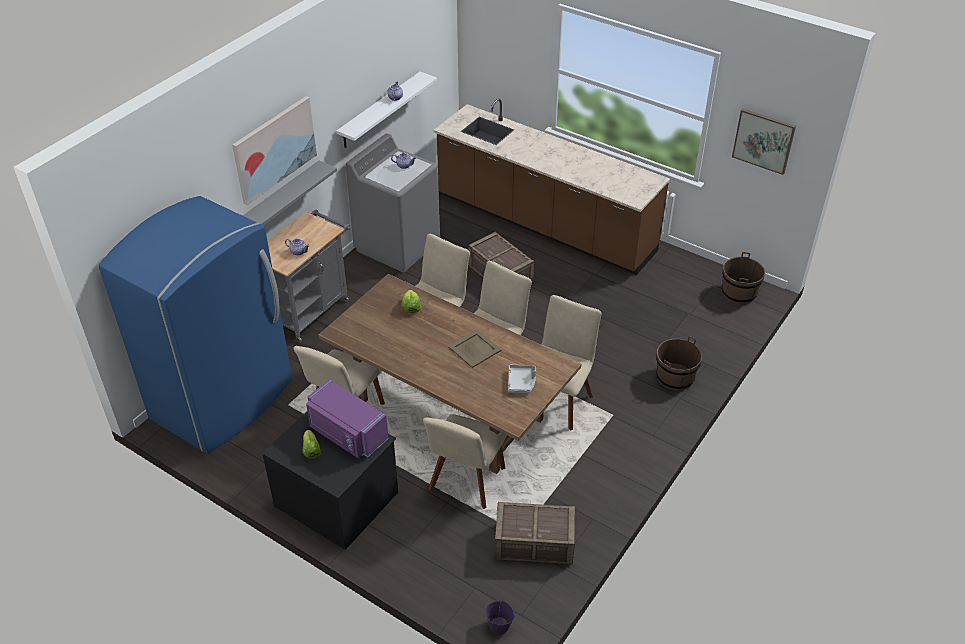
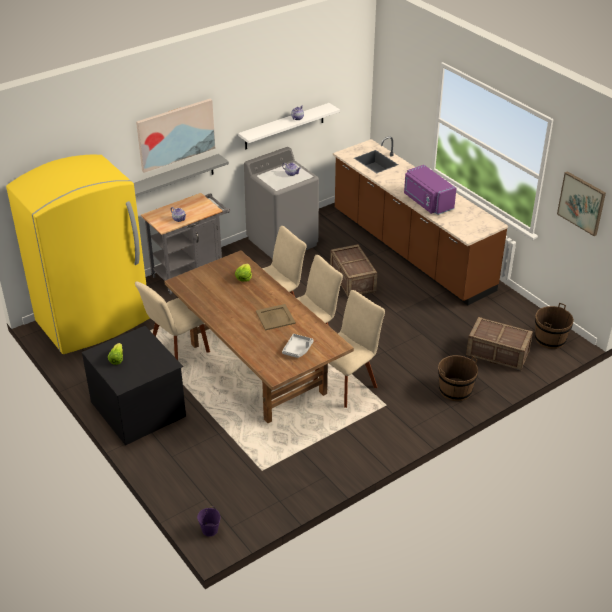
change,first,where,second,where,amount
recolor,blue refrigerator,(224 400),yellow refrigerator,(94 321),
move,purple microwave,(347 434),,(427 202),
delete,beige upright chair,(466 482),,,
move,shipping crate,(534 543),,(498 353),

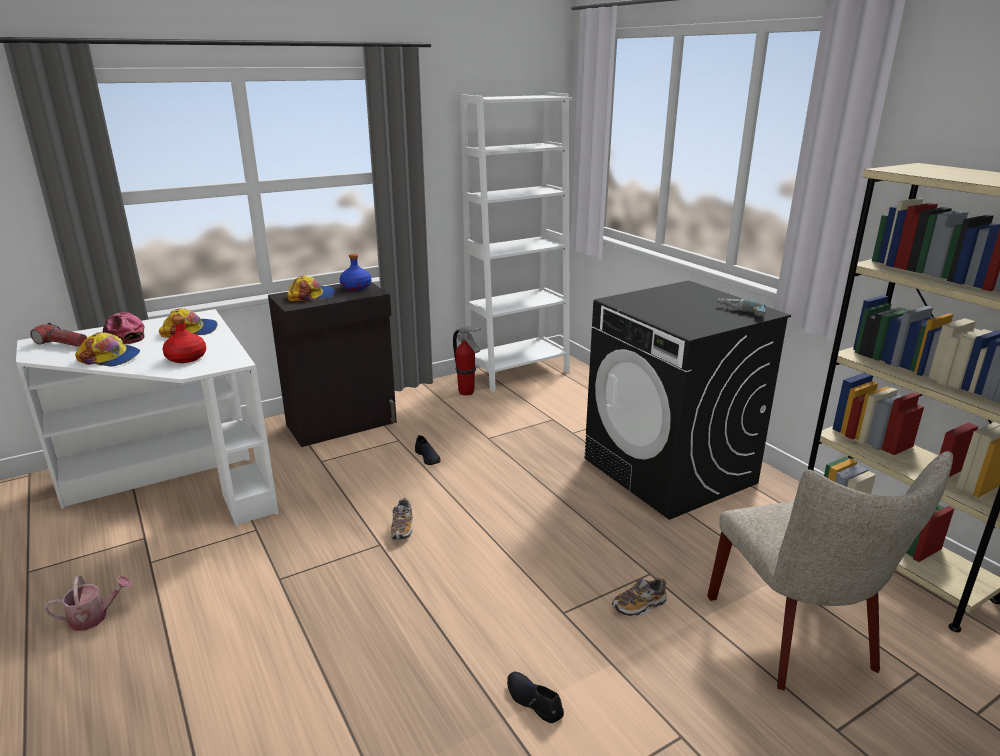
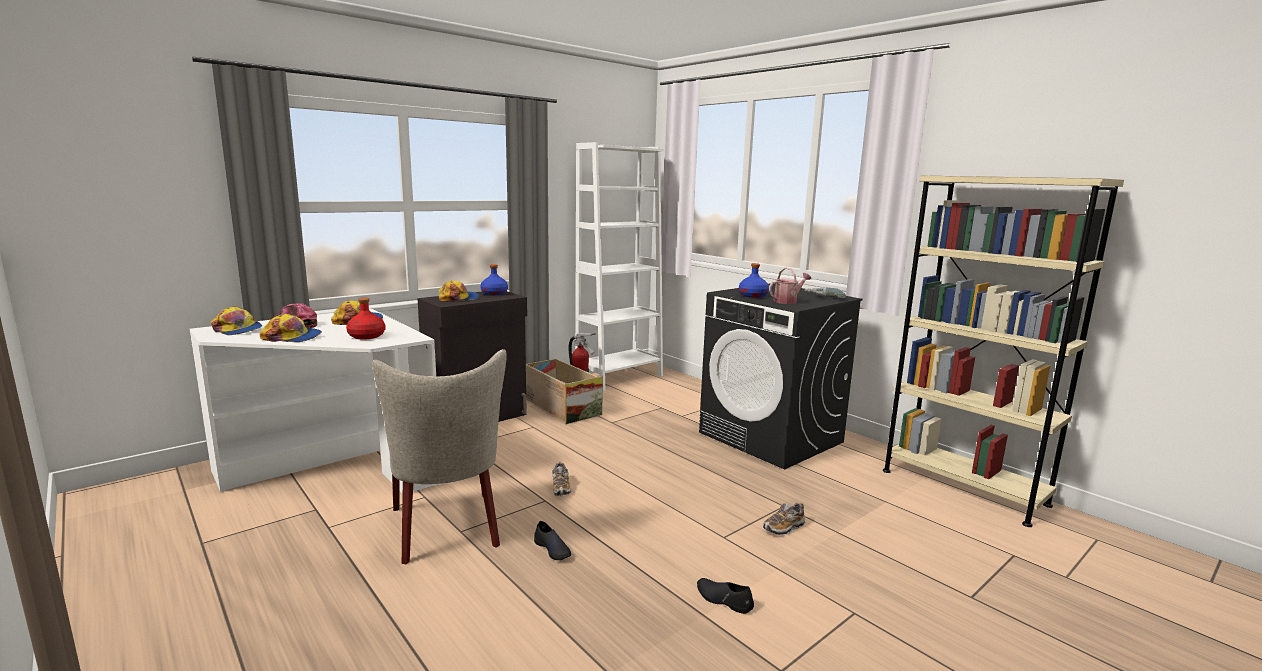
change,first,where,second,where,amount
replace,hand torch,(62 344),baseball cap,(237 330),
move,watering can,(94 617),,(787 301),
move,black-coloured low shoe,(428 457),,(553 549),
move,beige upright chair,(797 638),,(447 530),
insert,,,shipping crate,(560 406),
insert,,,blue beverage bottle,(753 295),

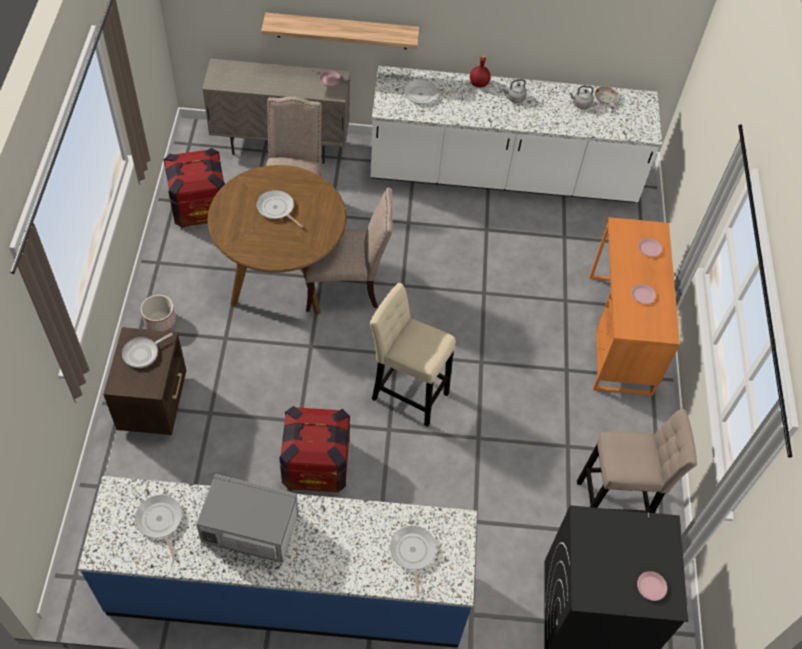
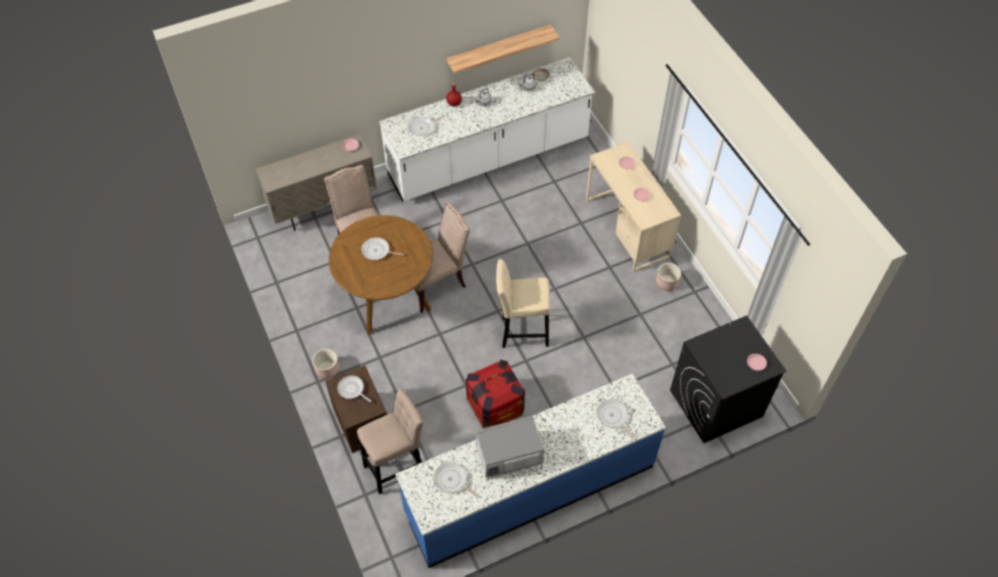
change,first,where,second,where,amount
rotate,skillet,(143 353),,(352 389),105 degrees clockwise
delete,shipping crate,(199 207),,,
move,wall shelf,(342 31),,(499 49),
move,beige stool,(617 502),,(397 466),
recolor,orangey desk,(619 333),beige desk,(627 228),
insert,,,planter,(667 282),

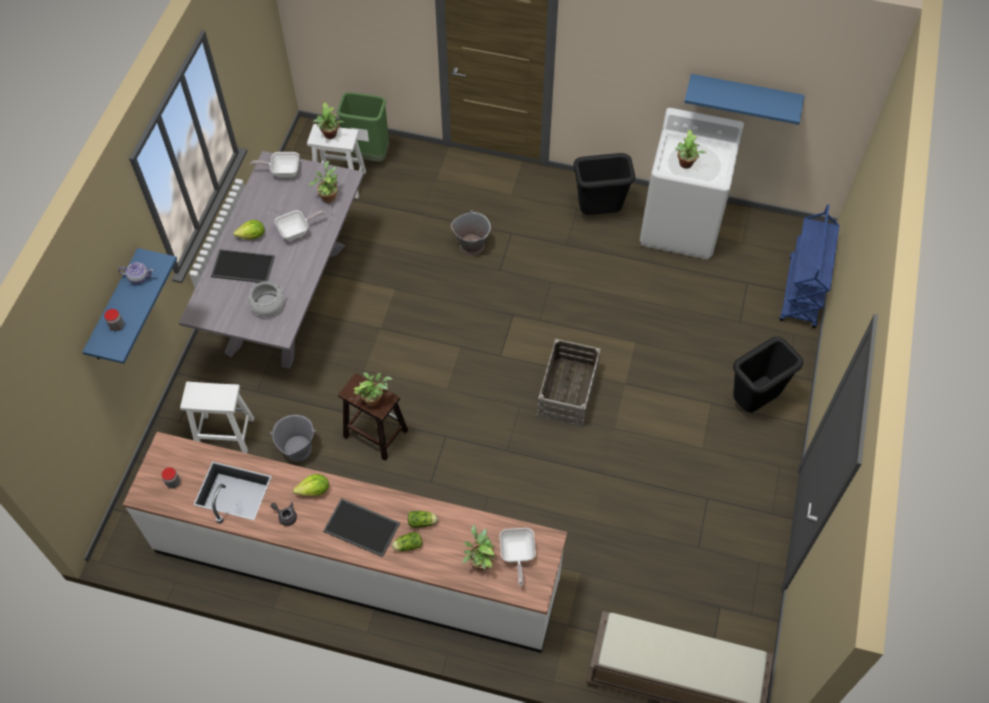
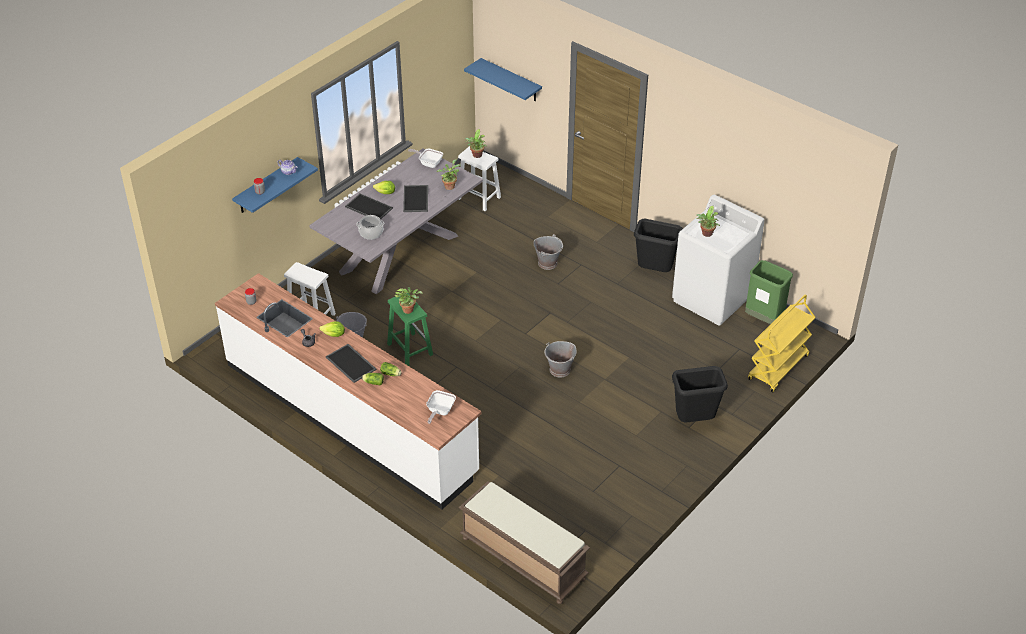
change,first,where,second,where,amount
replace,skillet,(297 231),serving tray,(416 199),
move,green rubbish bin,(368 156),,(764 319),
recolor,brown stool,(374 433),green stool,(409 349),
delete,potted plant,(480 561),,,
replace,shipping crate,(568 391),greyish water bucket,(560 370),
move,blue wall shelf,(744 94),,(511 80),
recolor,blue trolley,(802 293),yellow trolley,(778 368),

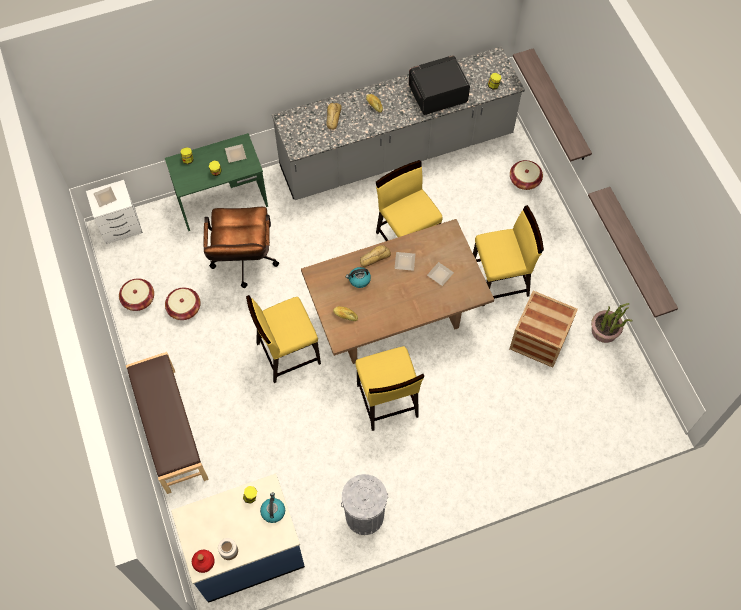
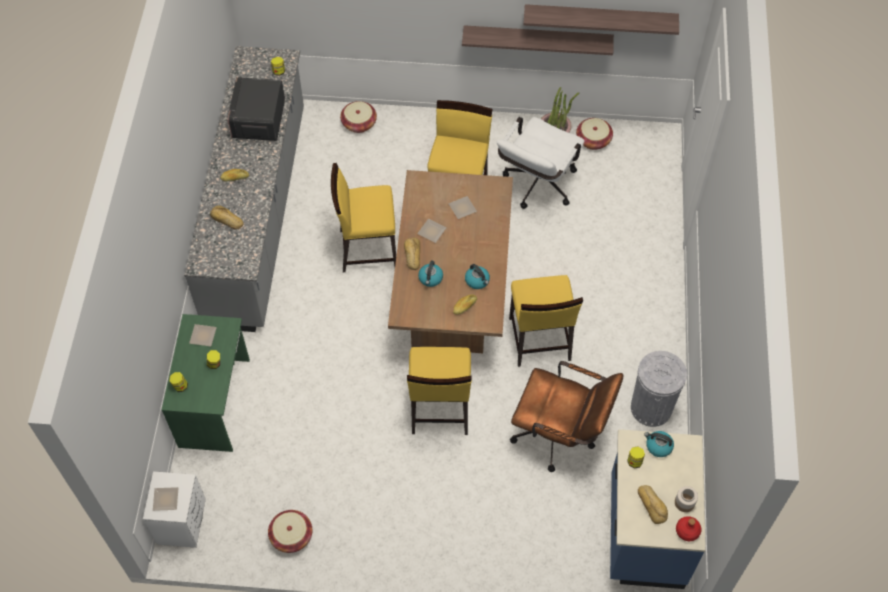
change,first,where,second,where,amount
delete,brown indoor bench,(170 430),,,
move,storage basket,(184 308),,(593 140),
move,brown desk chair,(244 263),,(560 436),
rotate,yellow upright chair,(387 401),,(539 339),75 degrees clockwise
replace,shipping crate,(539 339),white-coloured desk chair,(536 187),
move,wall shelf,(560 106),,(600 18),
insert,,,water kettle,(477 281),
insert,,,baked bread,(652 505),

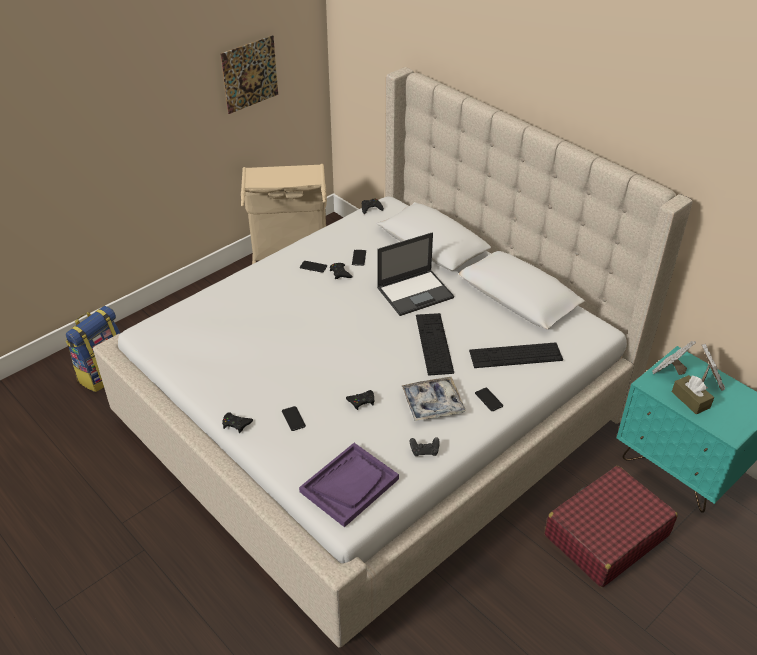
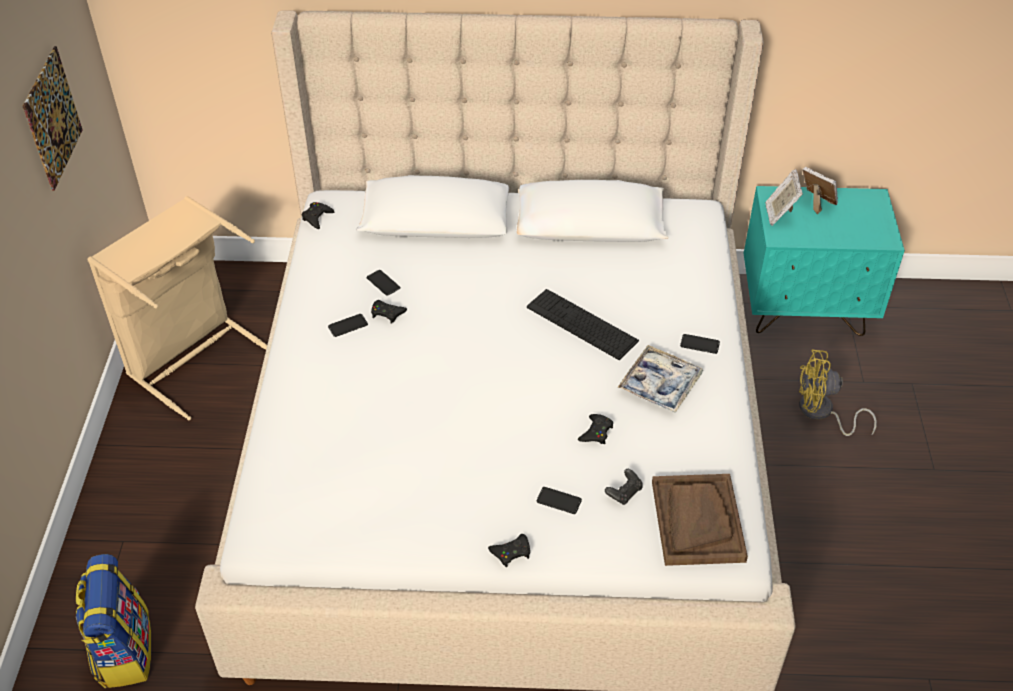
change,first,where,second,where,amount
recolor,purple serving tray,(349 485),brown serving tray,(697 521),
delete,portable computer,(415 292),,,
move,black-coloured game controller,(424 451),,(624 492),
delete,computer keyboard,(515 355),,,
replace,reddish piece of luggage,(606 535),yellow electric fan,(821 413),
delete,brown tissue box,(690 400),,,

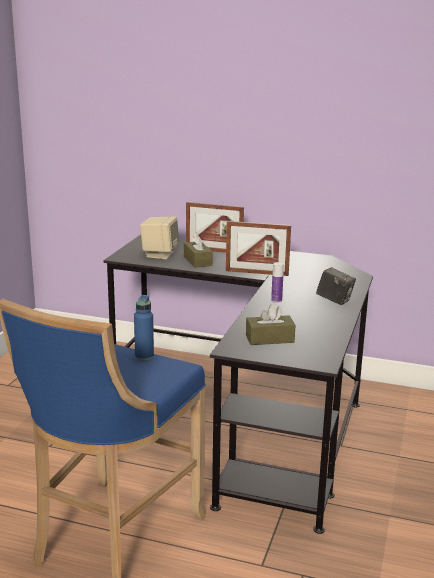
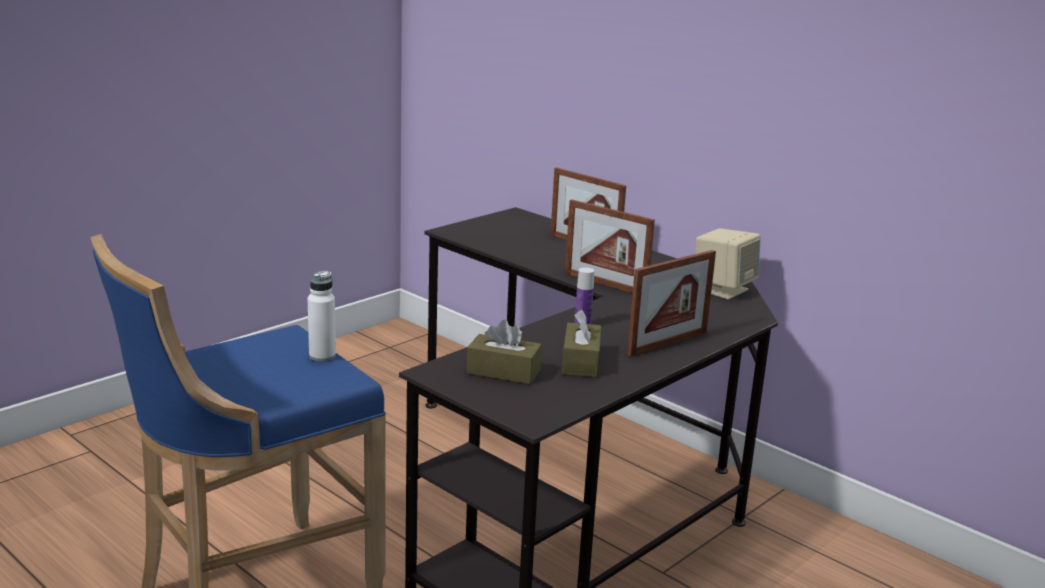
change,first,where,second,where,amount
recolor,blue beverage bottle,(144 356),white-coloured beverage bottle,(322 356),
move,beige loudspeaker,(159 254),,(723 289),
move,brown tissue box,(197 261),,(581 362),
replace,still camera,(334 300),picture frame,(667 343),

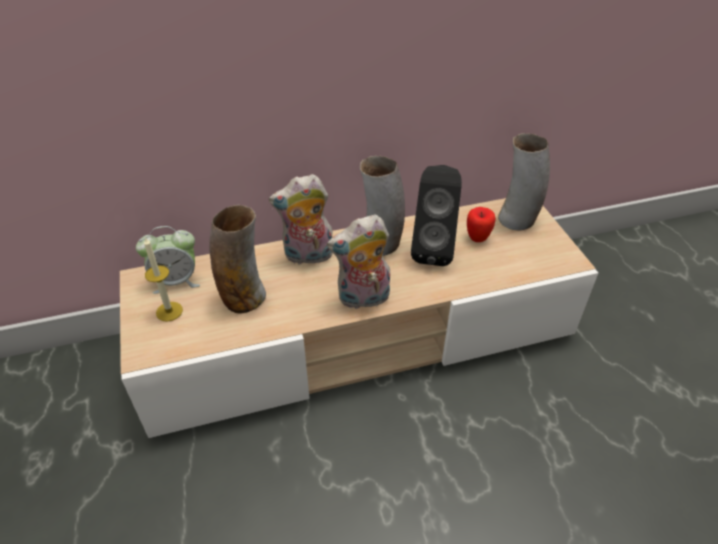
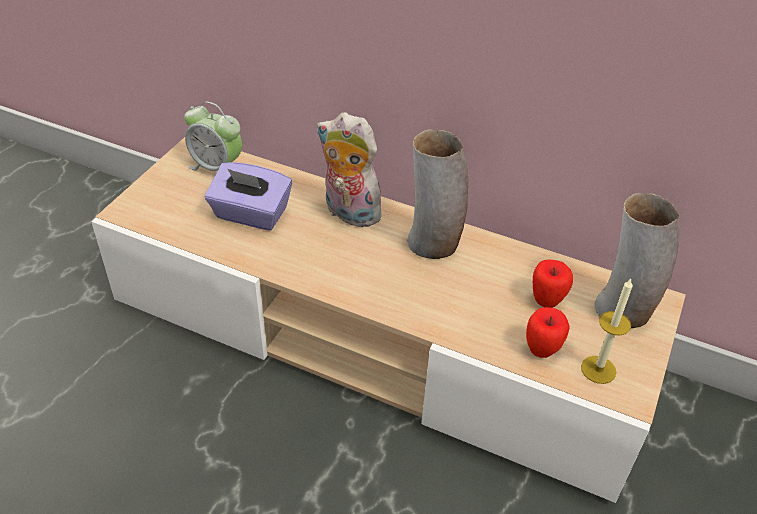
change,first,where,second,where,amount
move,wax light,(169 311),,(598 369),
replace,decorative vase,(243 297),purple tissue box,(250 214),
delete,cuddly toy,(363 299),,,
delete,black-coloured loudspeaker,(433 249),,,
insert,,,apple fruit,(542 350),

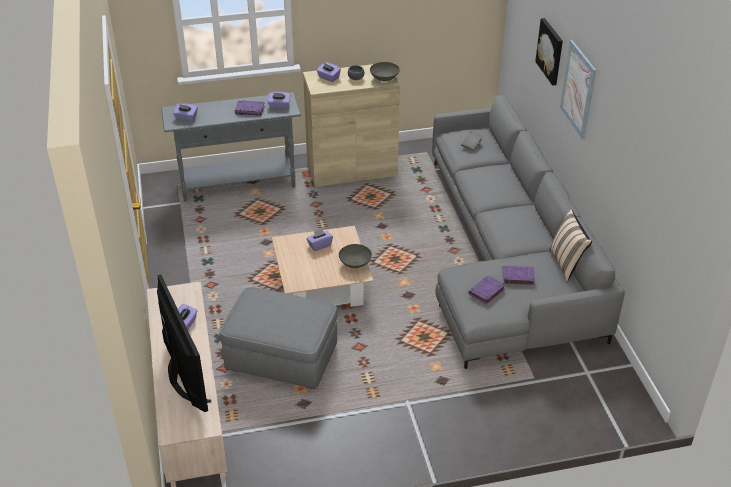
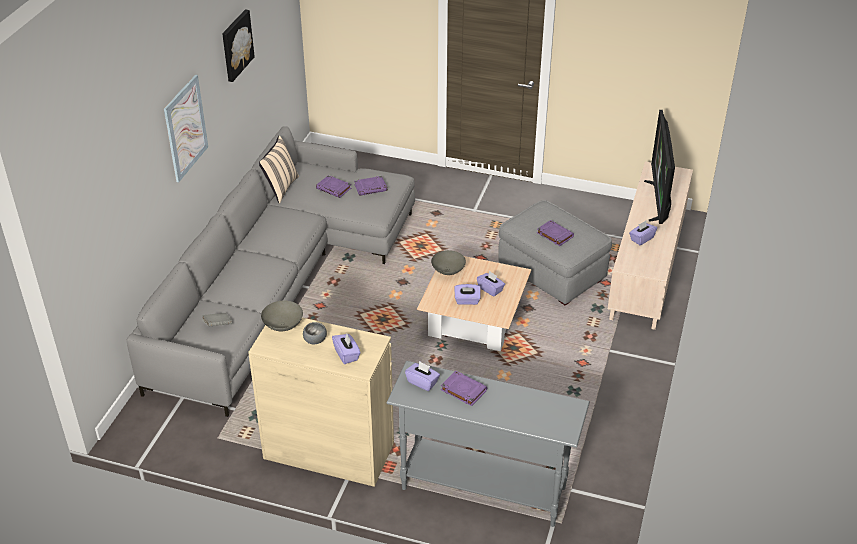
change,first,where,second,where,amount
move,purple tissue box,(186 118),,(490 289),
move,wall picture,(551 51),,(236 45),
insert,,,purple book,(554 235),

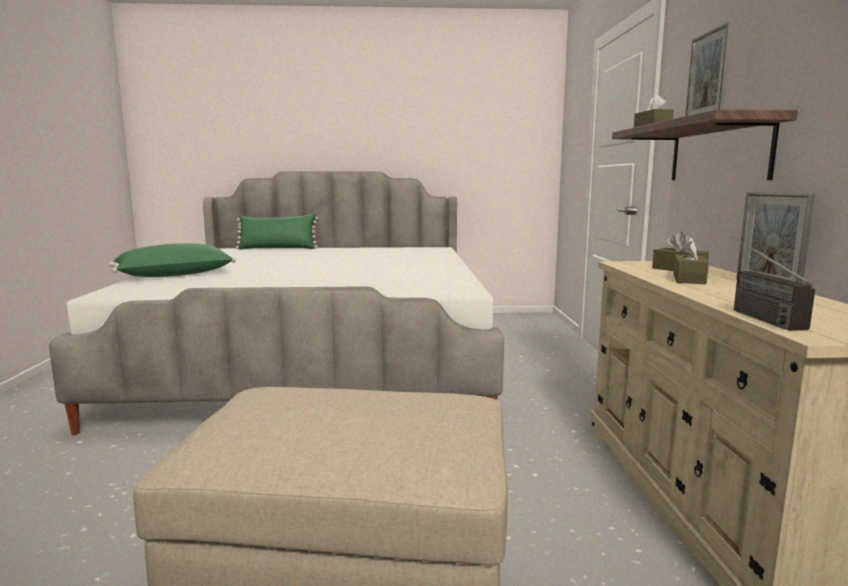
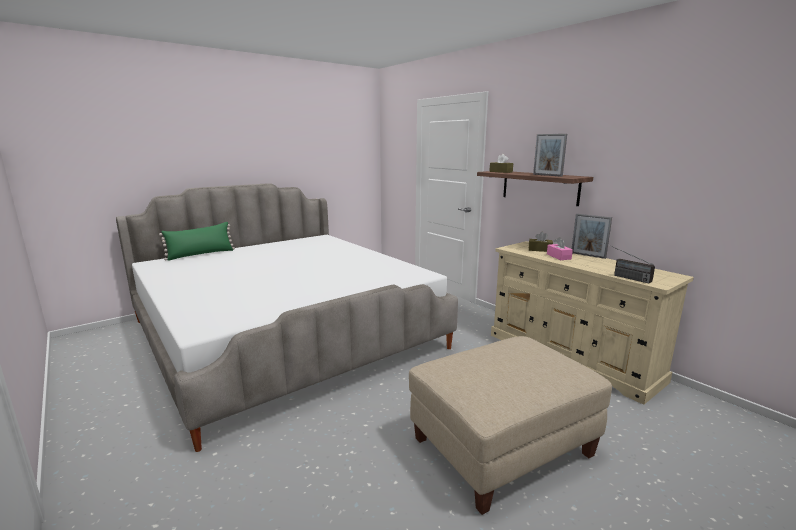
change,first,where,second,where,amount
delete,green throw pillow,(175 276),,,
recolor,brown tissue box,(689 279),pink-coloured tissue box,(558 256),

